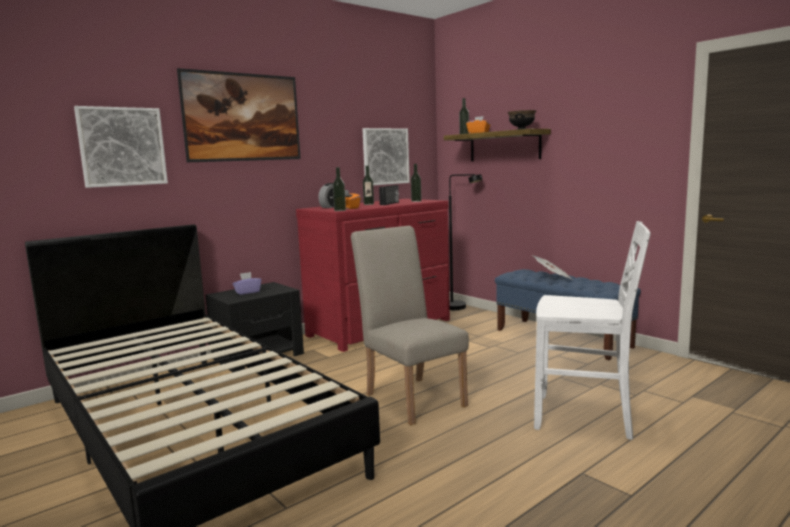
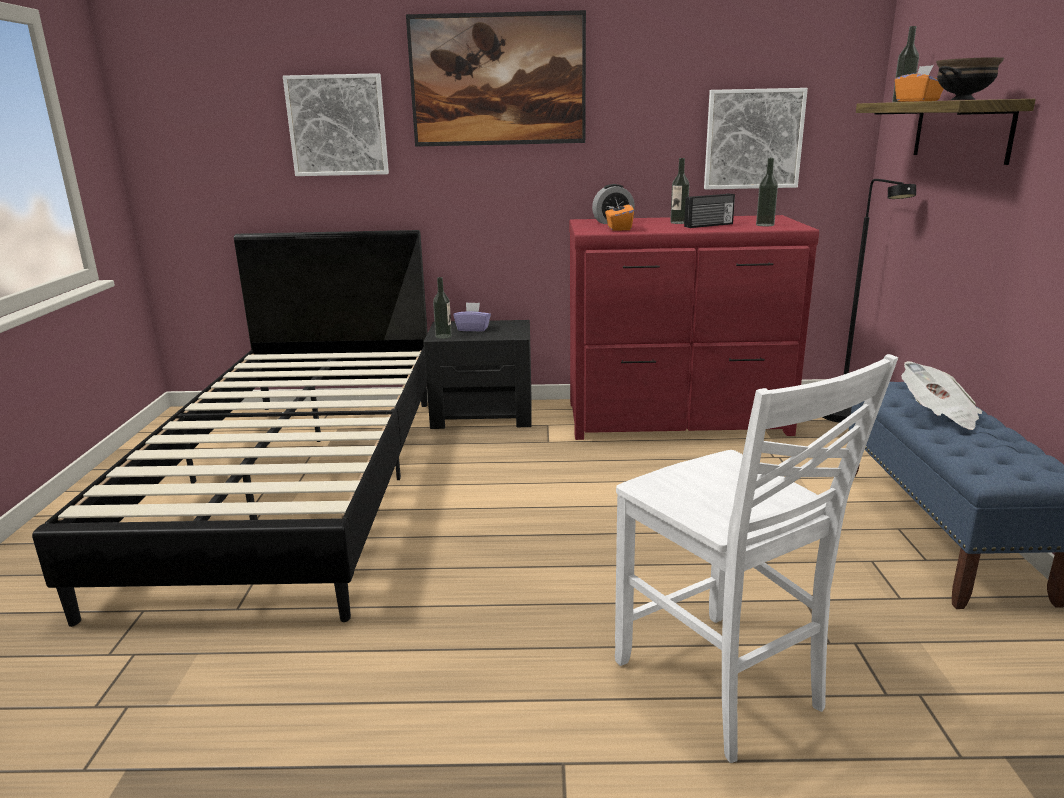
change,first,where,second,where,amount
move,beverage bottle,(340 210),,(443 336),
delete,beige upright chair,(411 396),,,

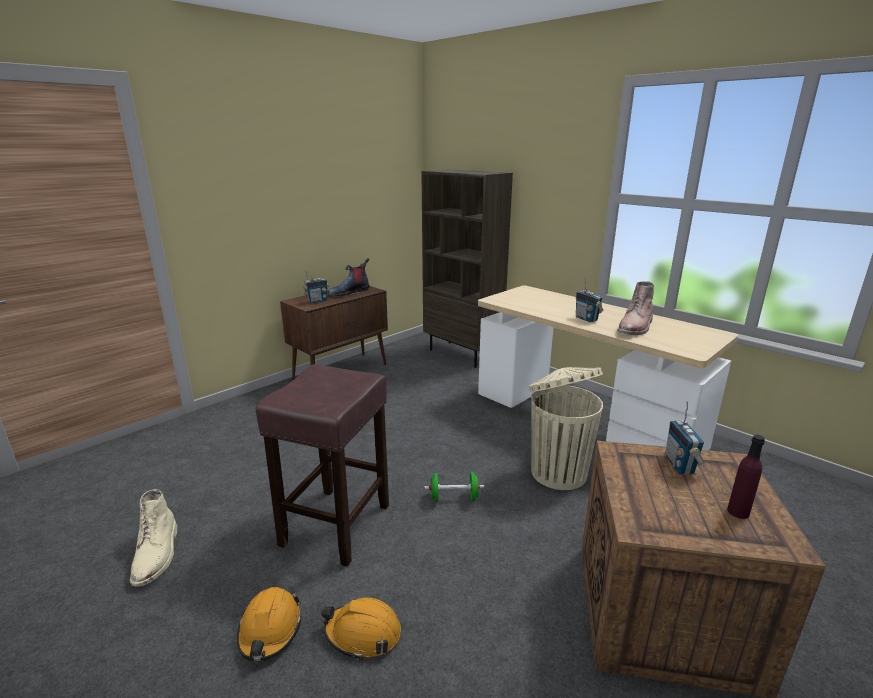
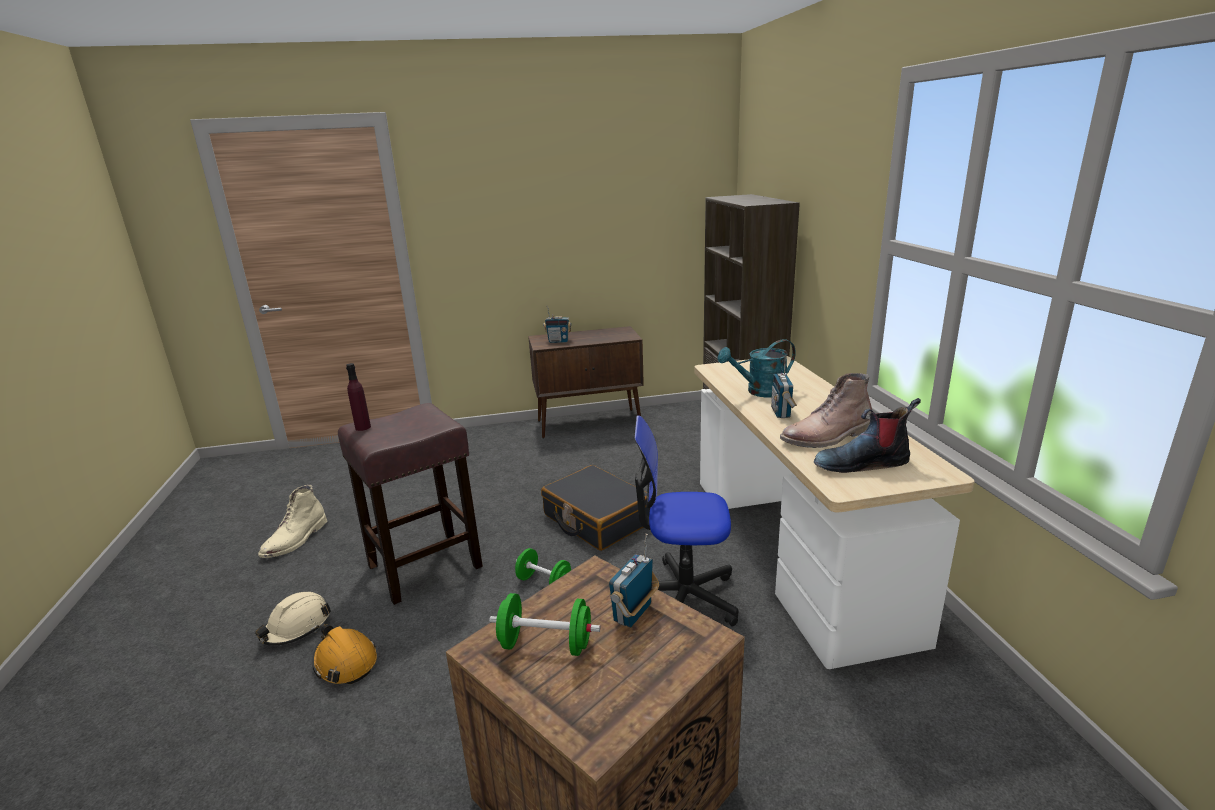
change,first,where,second,where,amount
recolor,orangey hard hat,(270 630),beige hard hat,(296 627),
move,boot,(349 292),,(862 463),
replace,beige rubbish bin,(557 472),desk chair,(682 598),
move,purple beverage bottle,(738 512),,(363 427),
insert,,,green hand weight,(546 644),
insert,,,black-coloured piece of luggage,(596 519),
insert,,,blue-green watering can,(760 392),

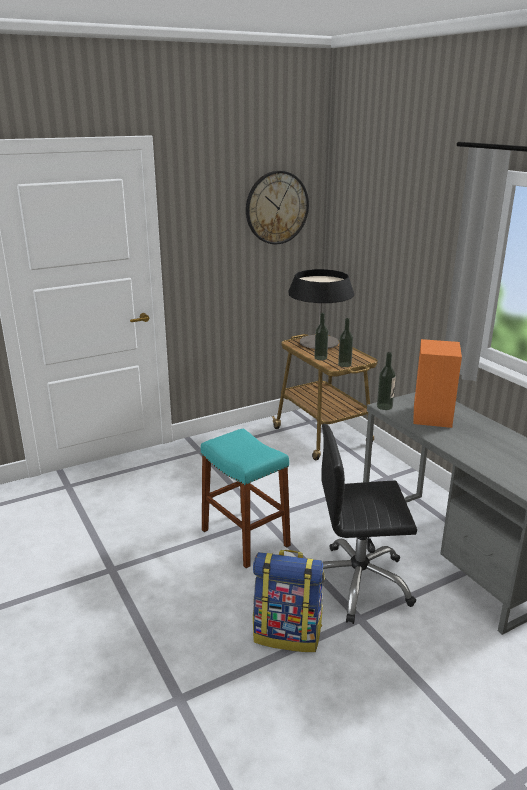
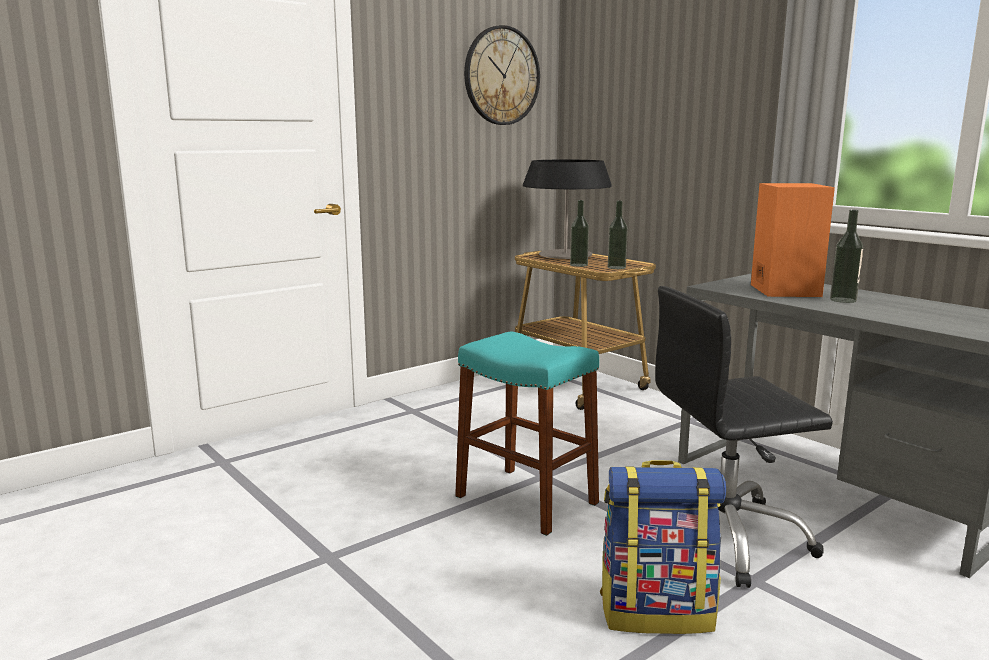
change,first,where,second,where,amount
move,beverage bottle,(384 406),,(843 300),

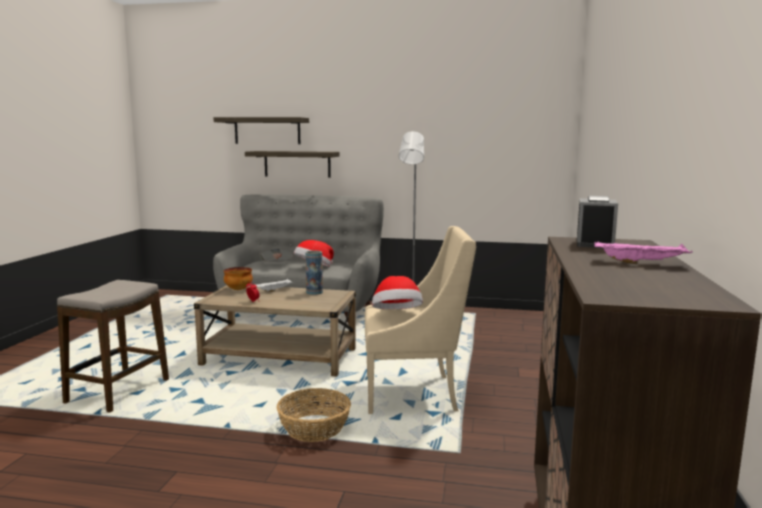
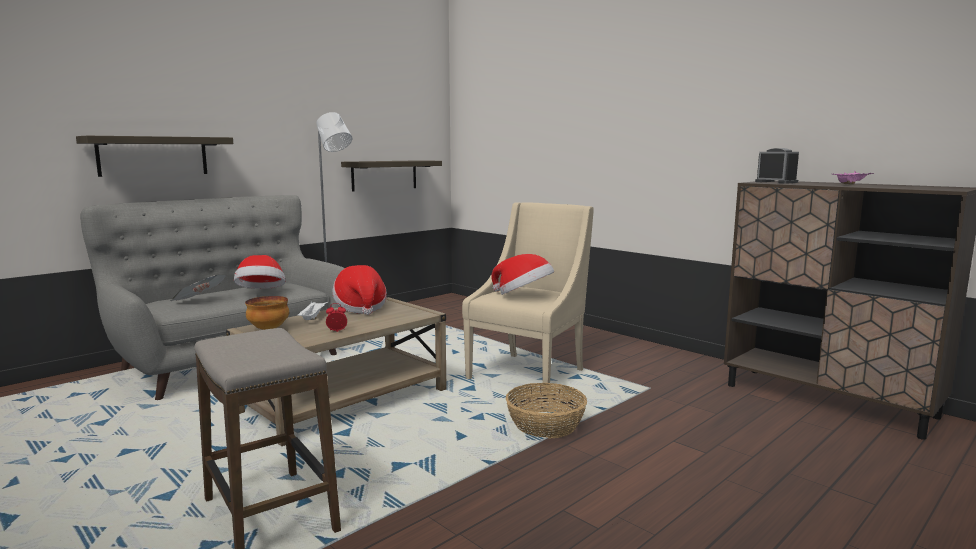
change,first,where,second,where,amount
move,wall shelf,(267 131),,(384 175),
replace,decorative vase,(314 292),clothing hat,(360 308),

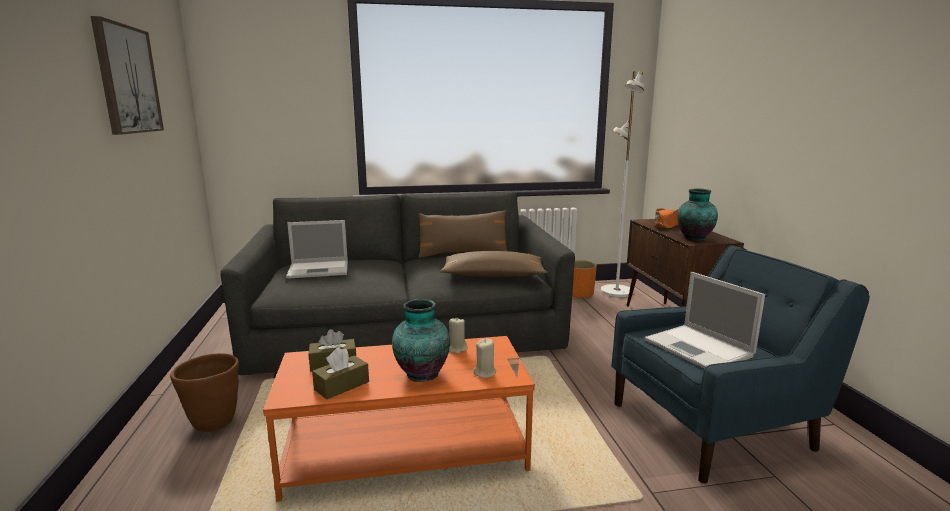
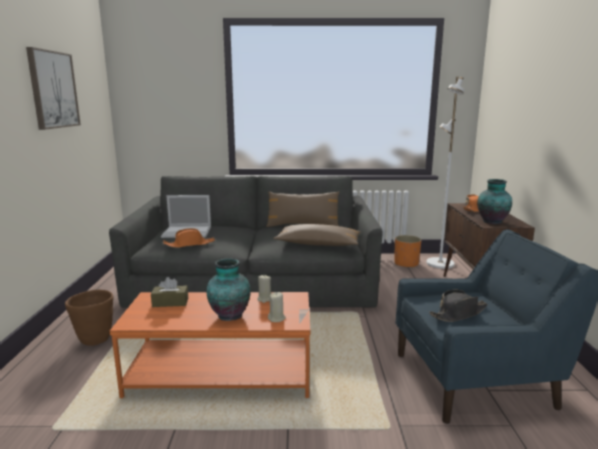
change,first,where,second,where,amount
delete,brown tissue box,(341 386),,,
replace,portable computer,(700 348),black-coloured clothing hat,(458 314),
insert,,,orangey clothing hat,(189 244),

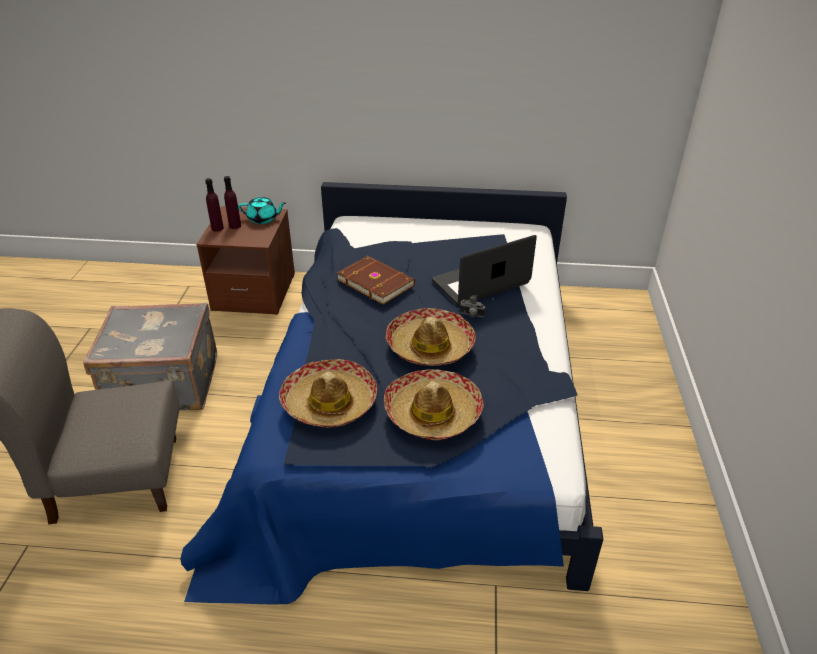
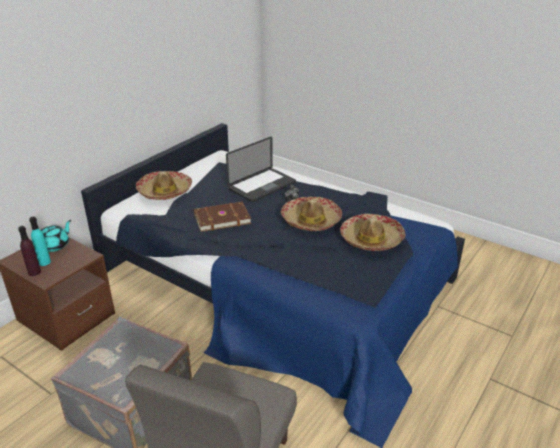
change,first,where,second,where,amount
recolor,purple beverage bottle,(235 226),blue-green beverage bottle,(44 262),
move,clothing hat,(329 403),,(165 191),
rotate,portable computer,(480 283),,(262 186),135 degrees counterclockwise

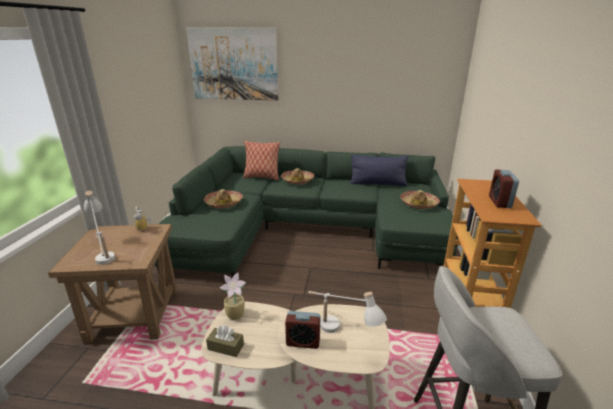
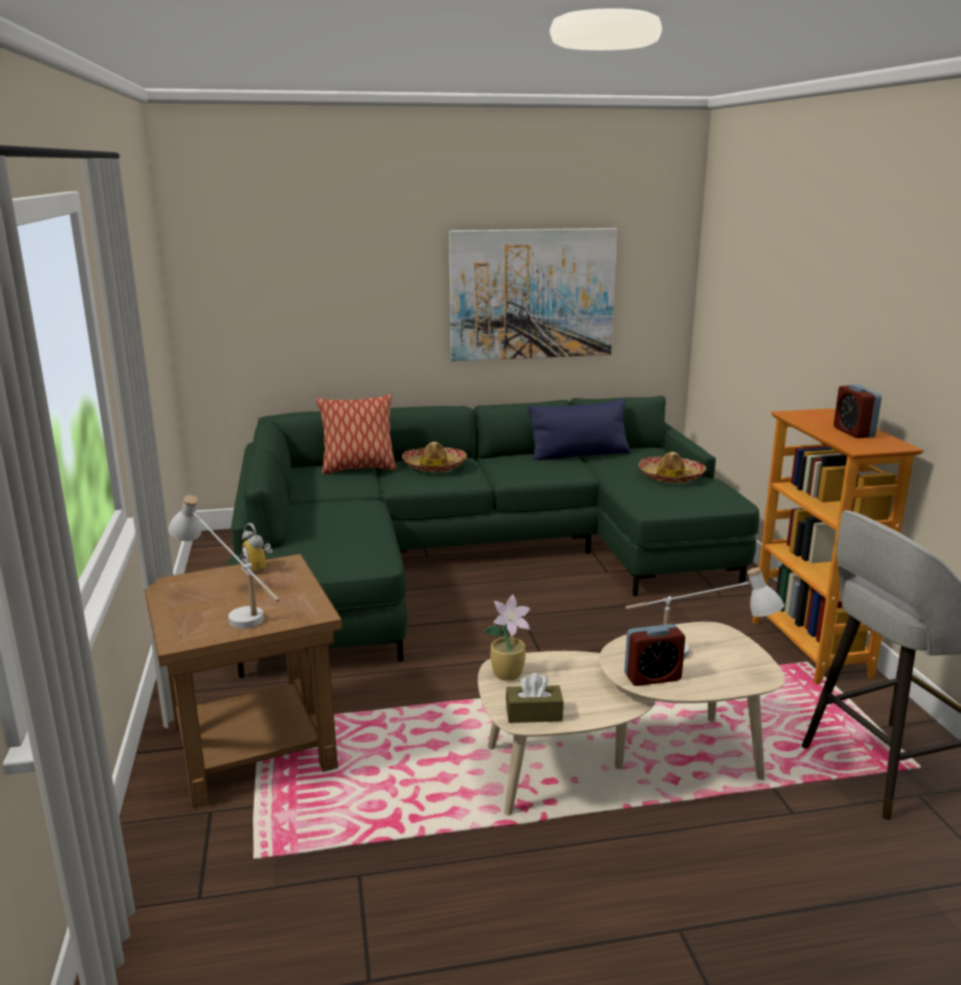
change,first,where,second,where,amount
move,wall picture,(234 64),,(532 294),
delete,clothing hat,(224 203),,,

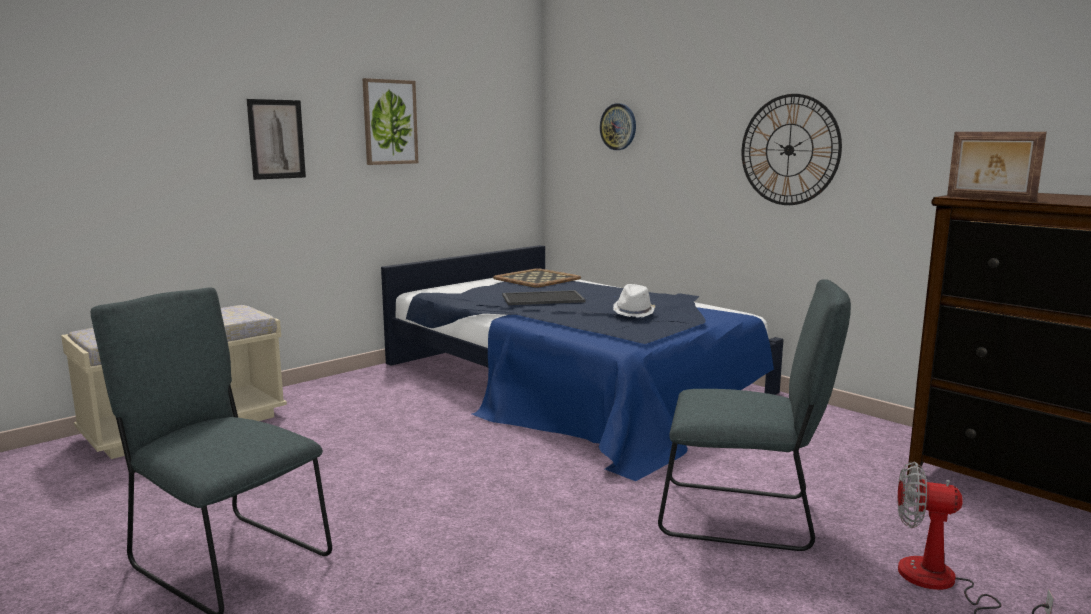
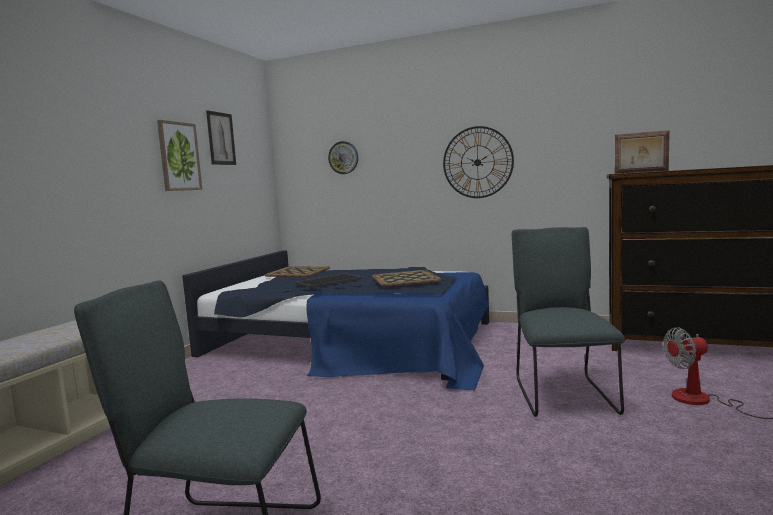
change,first,where,second,where,amount
move,wall picture,(276 139),,(221 138),
replace,white-coloured clothing hat,(634 312),serving tray,(405 279),
rotate,greyish upright chair,(743 517),,(562 394),75 degrees counterclockwise

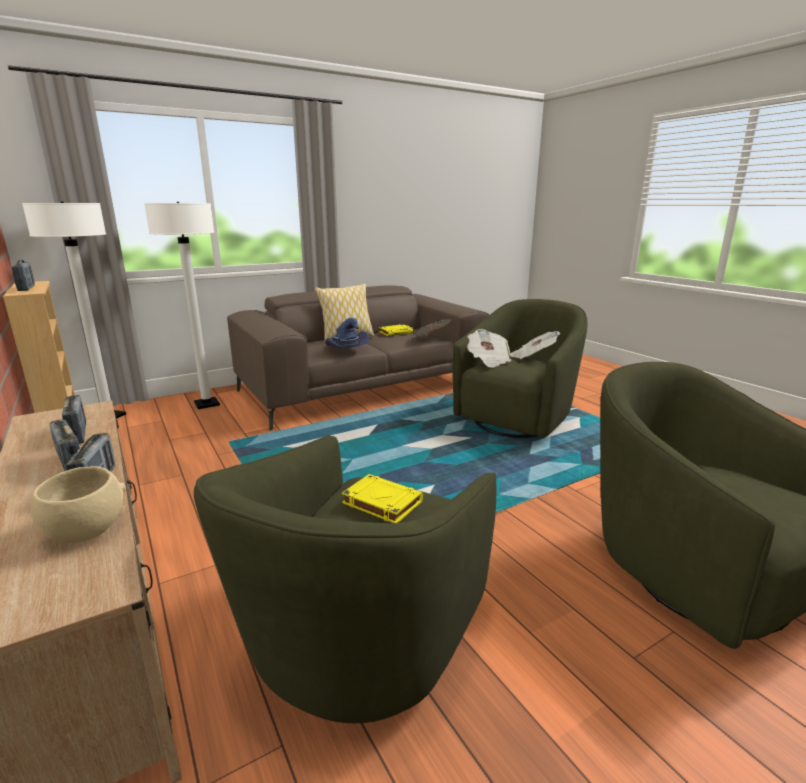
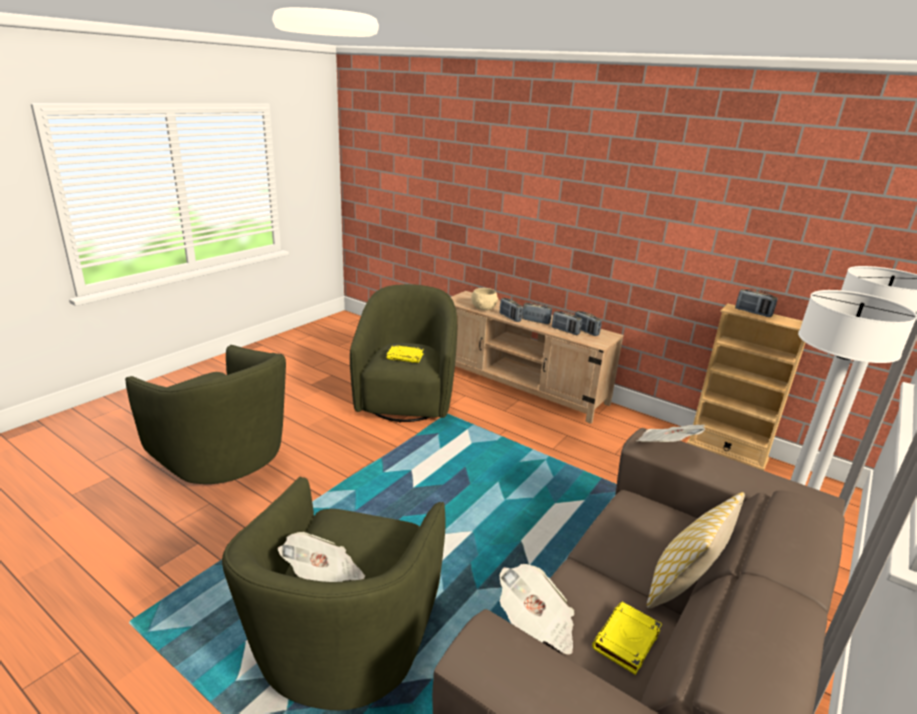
change,first,where,second,where,amount
delete,blue clothing hat,(345 349),,,
move,daily paper,(488 360),,(666 447),
insert,,,radio set,(585 331),

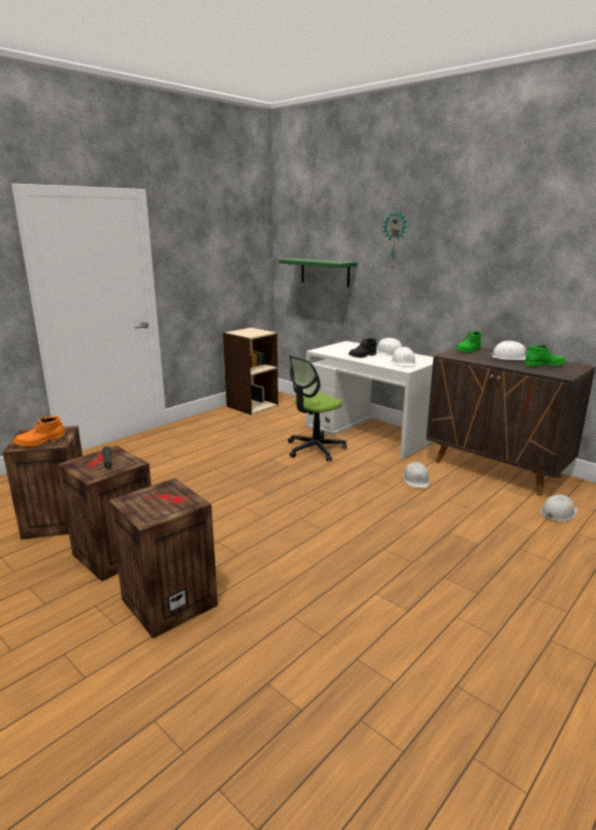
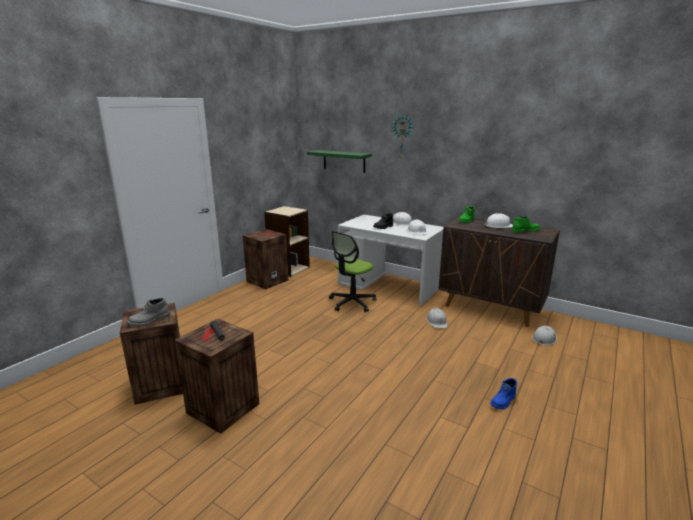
change,first,where,second,where,amount
recolor,orangey boot,(40 442),greyish boot,(149 320),
move,shipping crate,(170 601),,(267 280),
insert,,,blue boot,(503 401),

